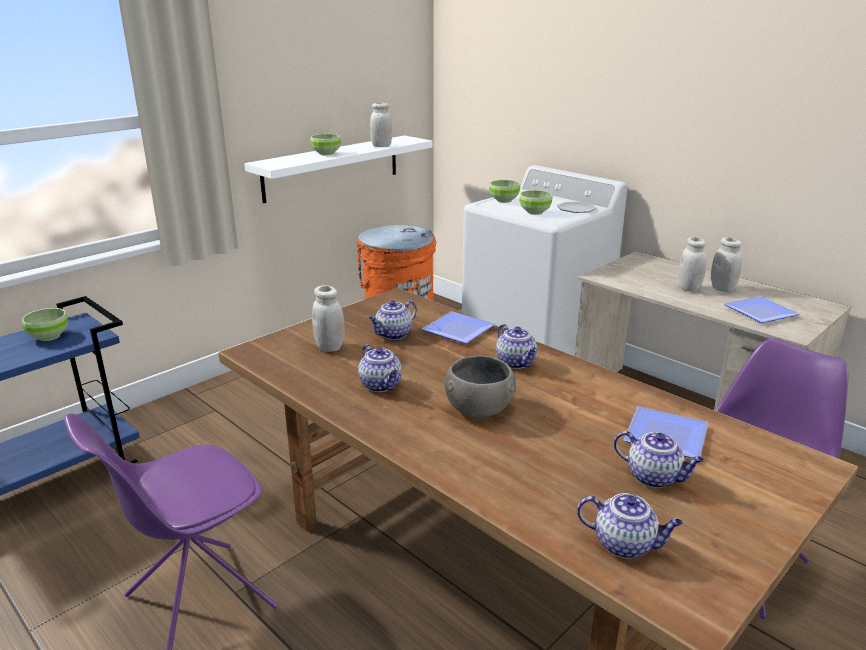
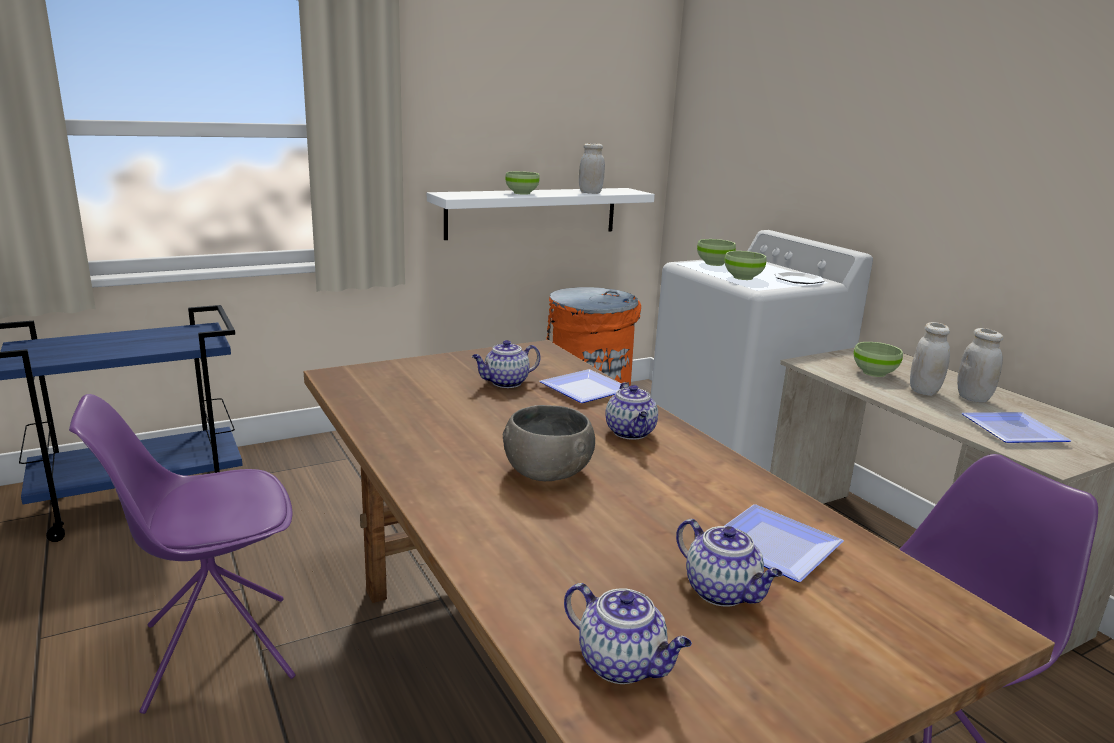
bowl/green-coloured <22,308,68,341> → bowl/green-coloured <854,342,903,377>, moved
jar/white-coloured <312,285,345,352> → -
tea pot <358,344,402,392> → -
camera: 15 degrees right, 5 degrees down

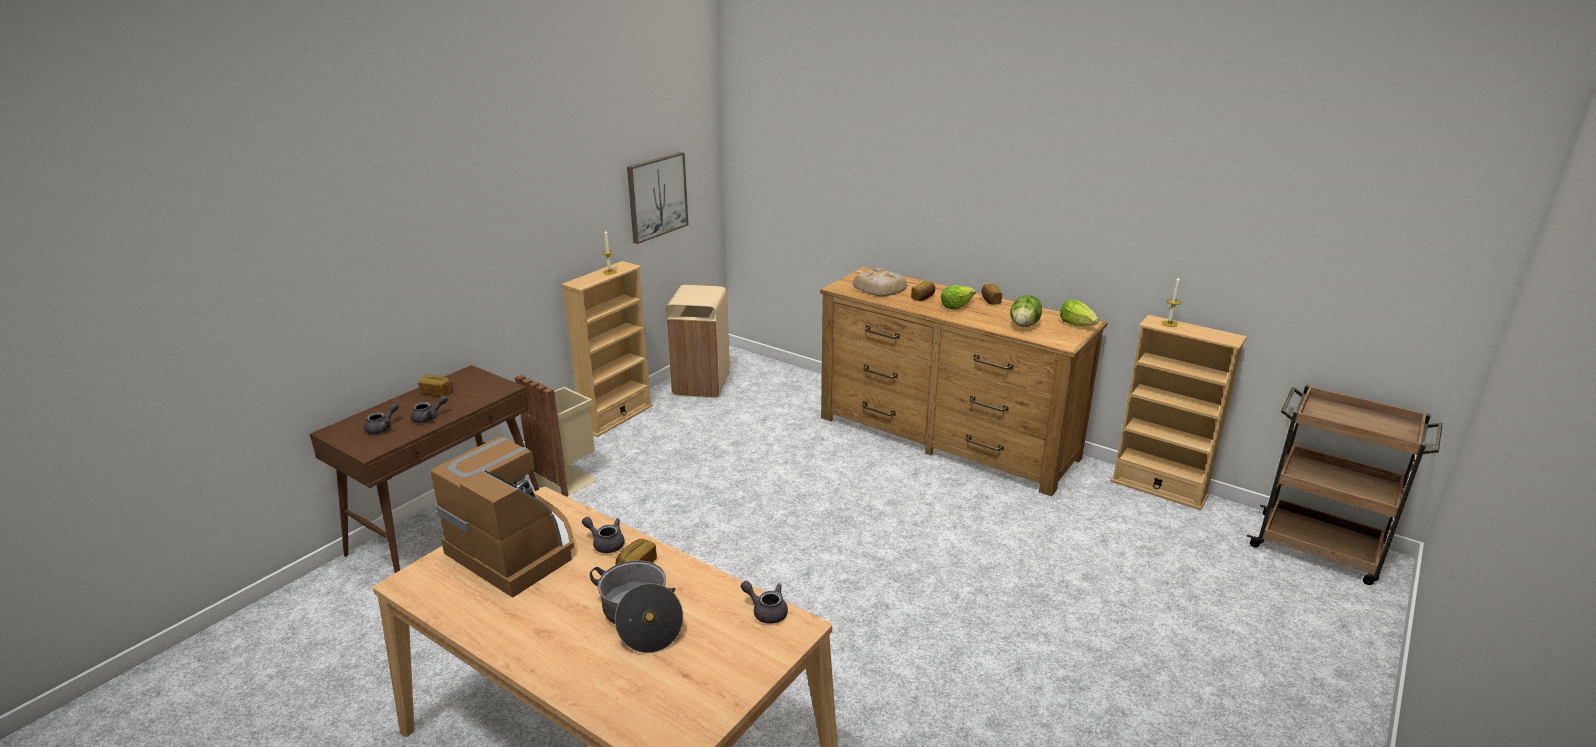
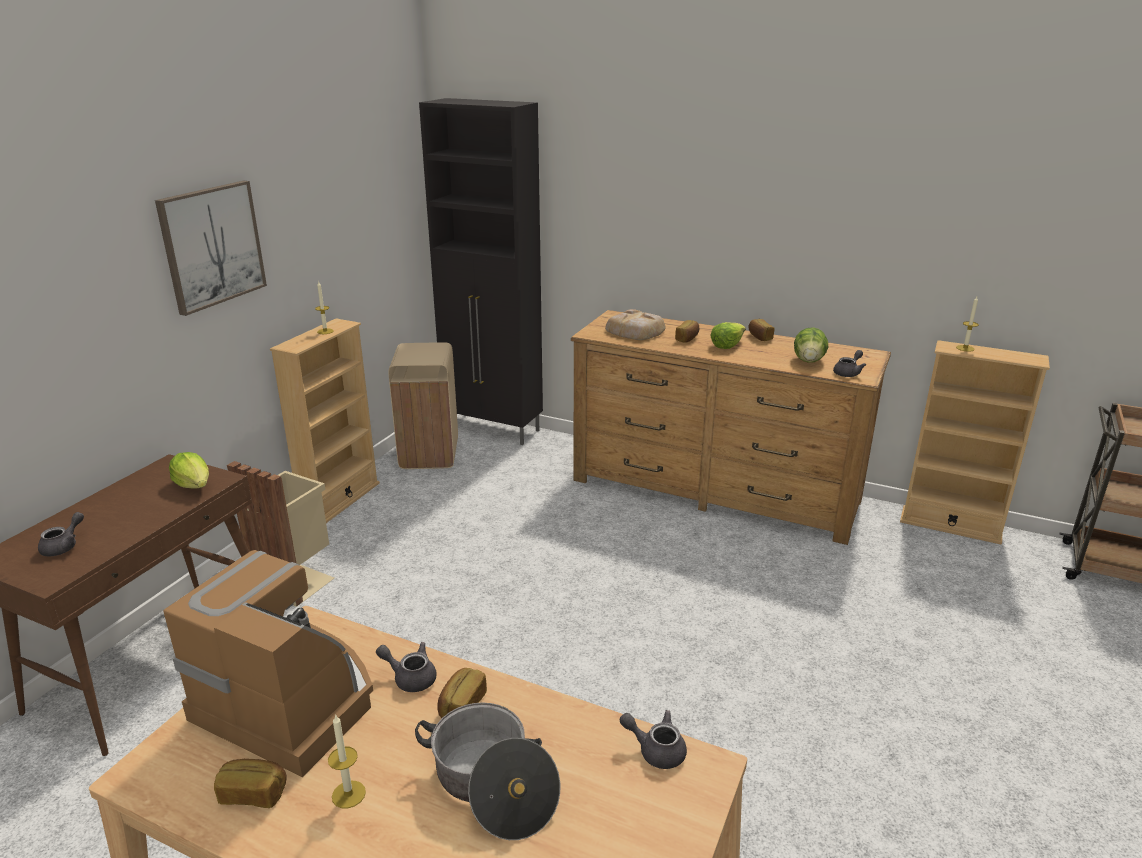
wall art <627,152,689,244> → wall art <155,181,267,316>, moved
lettuce head <1060,300,1099,326> → lettuce head <169,452,209,488>, moved
bread <418,375,453,396> → bread <214,759,287,808>, moved
- → wax candle <328,714,366,809>
- → cupboard/black <419,98,543,445>
tea pot/grey <411,395,448,423> → tea pot/grey <833,350,866,377>, moved
camera: 10 degrees left, 0 degrees up

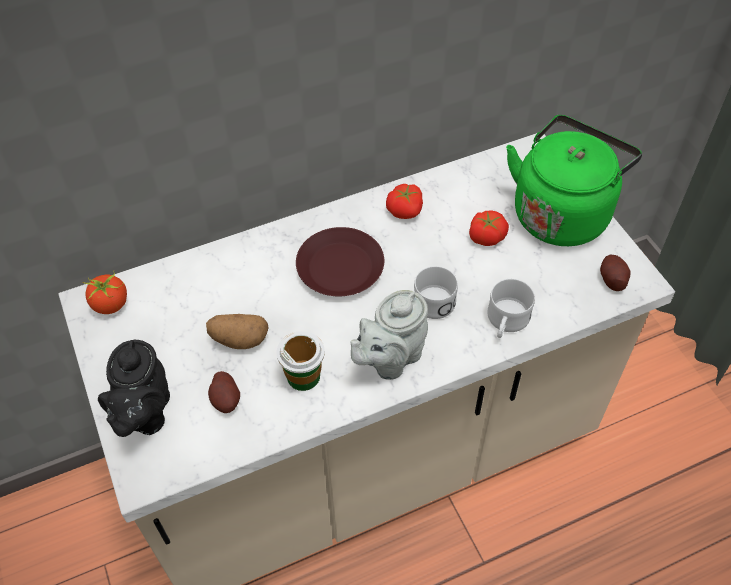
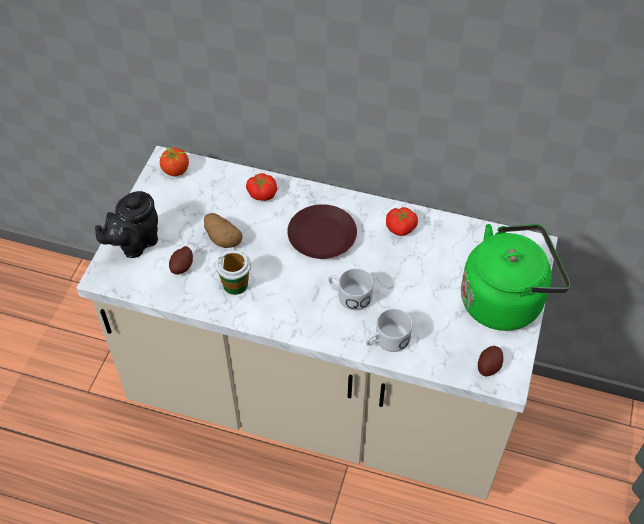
fresh tomato <469,210,509,246> → fresh tomato <246,173,277,201>, moved
tea pot/grey <350,290,428,380> → -
camera: 40 degrees right, 0 degrees up

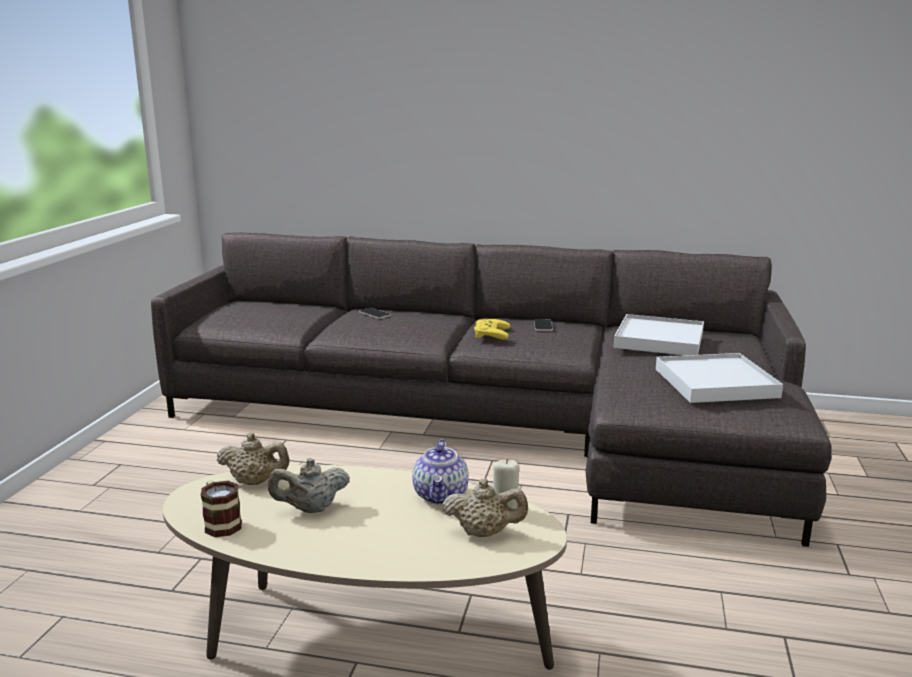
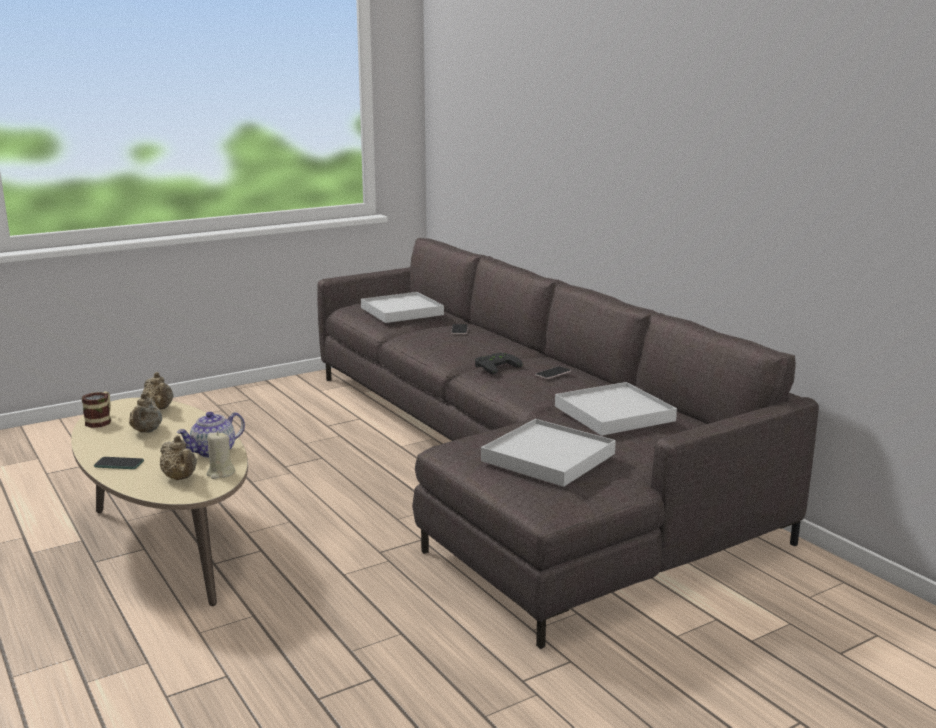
- → handset <94,457,144,469>
tea pot/sand-coloured <268,458,350,513> → tea pot/sand-coloured <129,393,162,433>, 120 degrees counterclockwise
- → tray/white-coloured <361,292,444,323>
game controller/yellow-coloured <474,319,510,340> → game controller/black <475,353,523,374>
camera: 45 degrees right, 0 degrees up

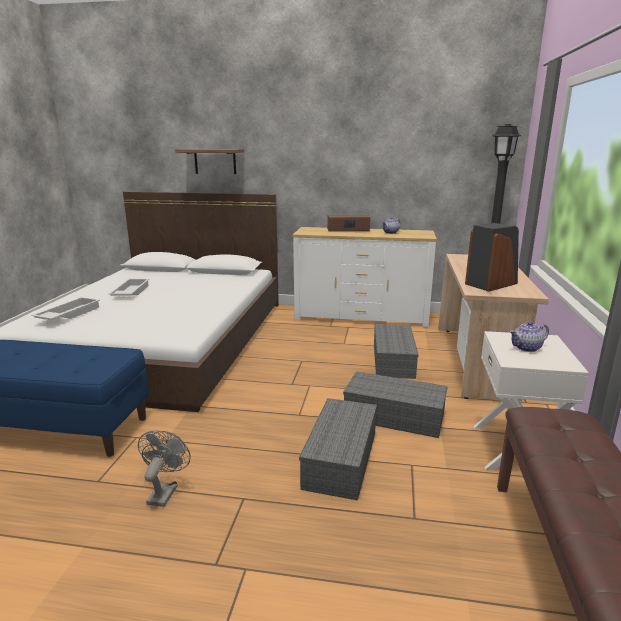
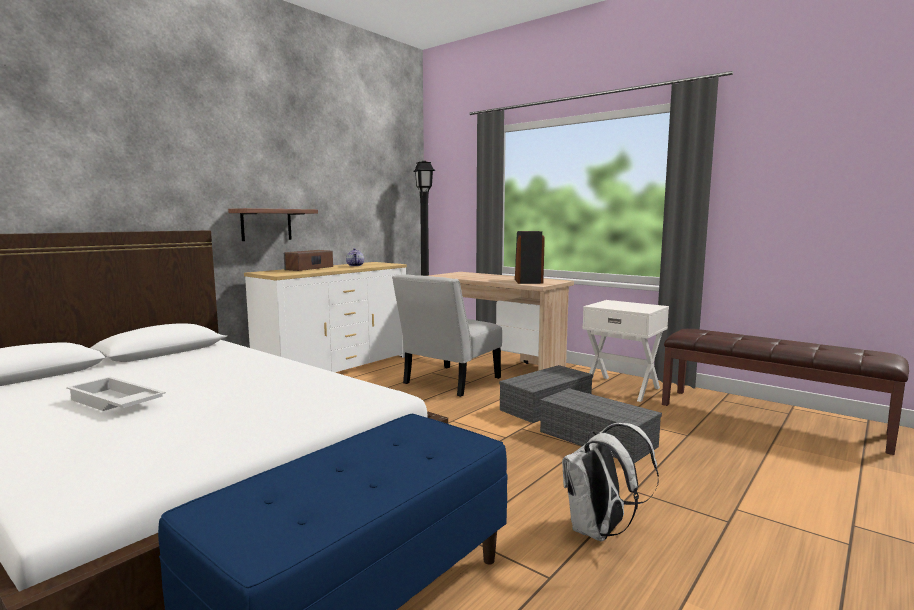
shelf <175,149,244,174> → shelf <228,208,318,241>, moved
storage bin/grey <374,324,419,379> → chair/white-coloured <392,274,502,397>
cooling fan/grey <138,431,191,507> → knapsack/white-coloured <562,423,659,542>
tray/white-coloured <31,297,100,321> → -
tea pot <509,321,549,352> → -
camera: 60 degrees left, 10 degrees down

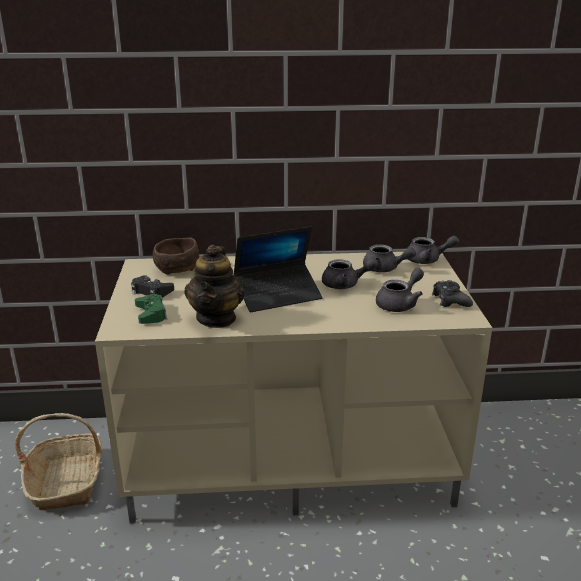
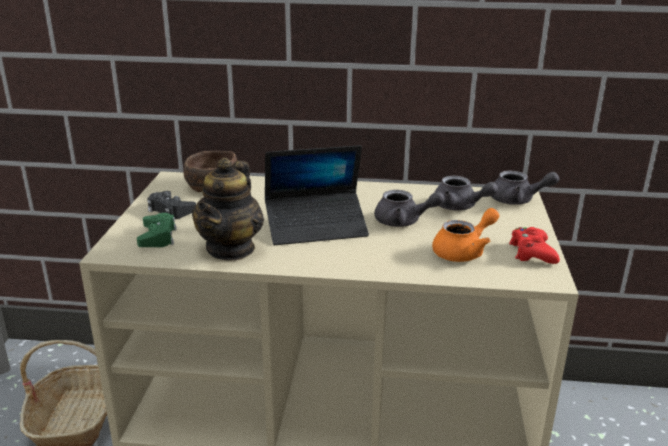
tea pot/grey <376,268,424,312> → tea pot/orangey <432,208,499,262>
game controller/black <432,280,473,307> → game controller/reddish <509,227,560,264>
camera: 10 degrees right, 0 degrees up

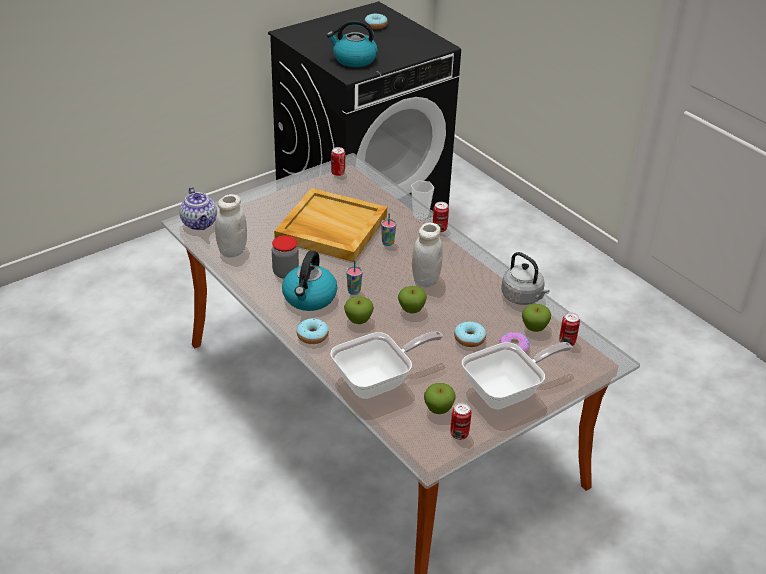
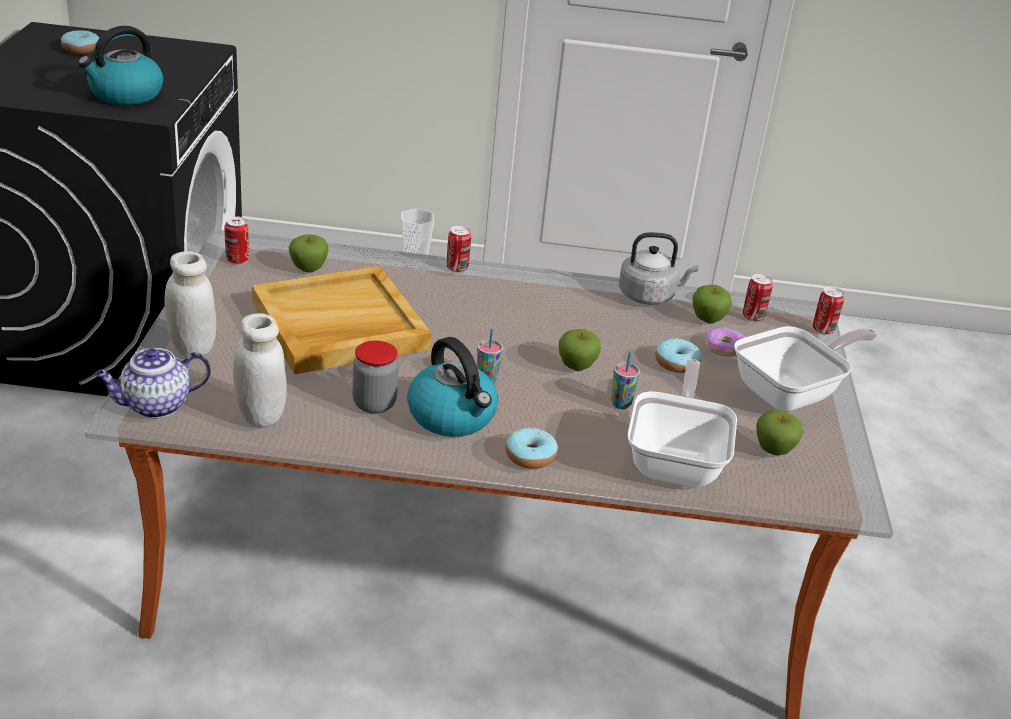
tea pot <179,187,217,230> → tea pot <94,348,211,418>, 135 degrees clockwise
jar/white-coloured <412,223,443,287> → jar/white-coloured <164,251,217,357>, moved
apple fruit <344,296,374,324> → apple fruit <289,235,328,272>, moved
drinking cup <381,213,396,246> → drinking cup <611,352,640,409>, moved
skillet <462,342,572,409> → skillet <734,326,877,412>, 45 degrees clockwise
can <450,403,471,440> → can <813,287,844,334>, moved
camera: 50 degrees left, 5 degrees down

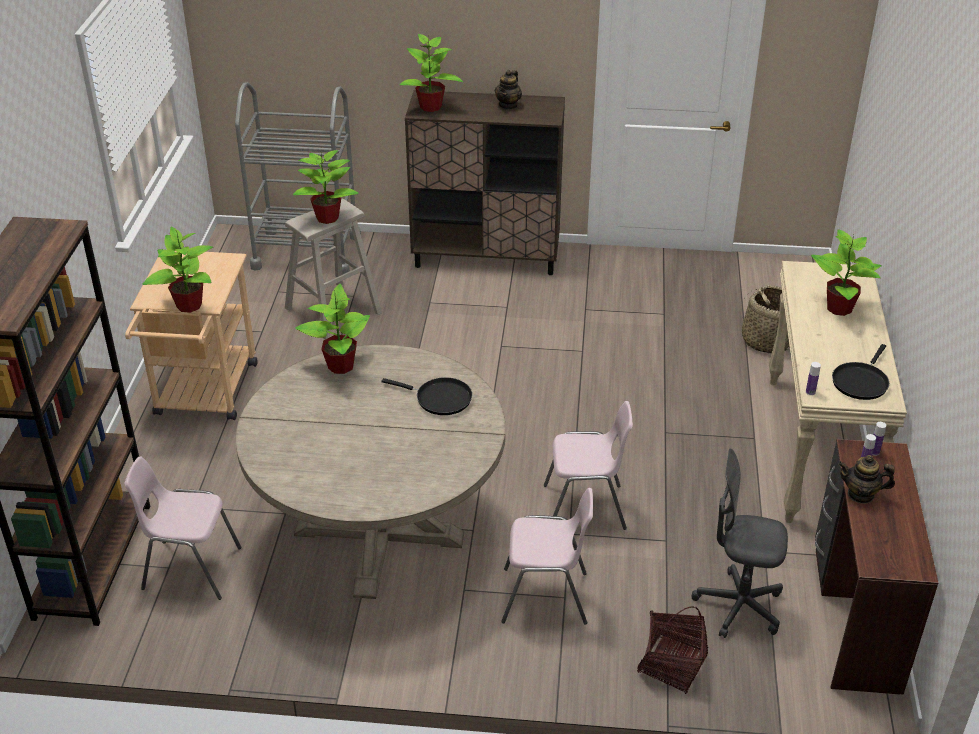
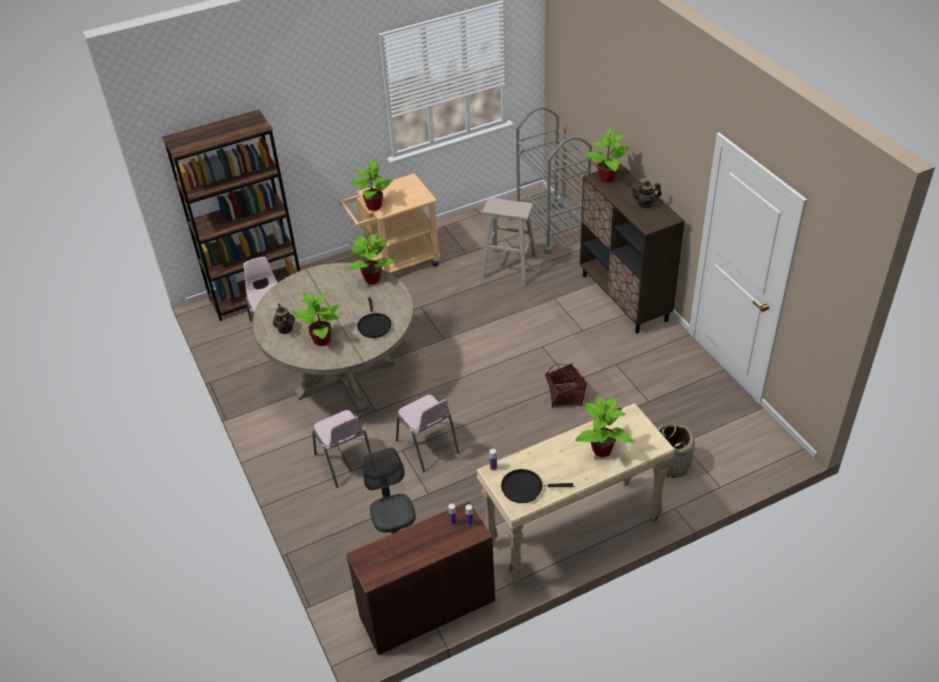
tea pot <838,455,895,504> → tea pot <273,303,295,334>, moved
potted plant <293,148,359,224> → potted plant <293,293,340,346>, moved
basket <637,606,708,694> → basket <545,363,587,408>, moved
camera: 60 degrees right, 5 degrees up

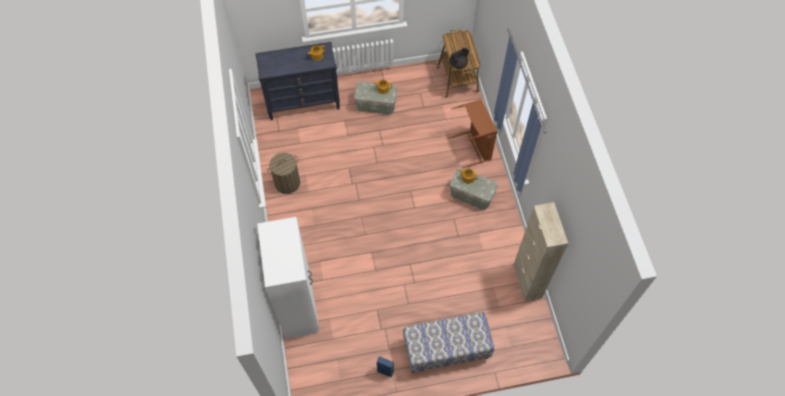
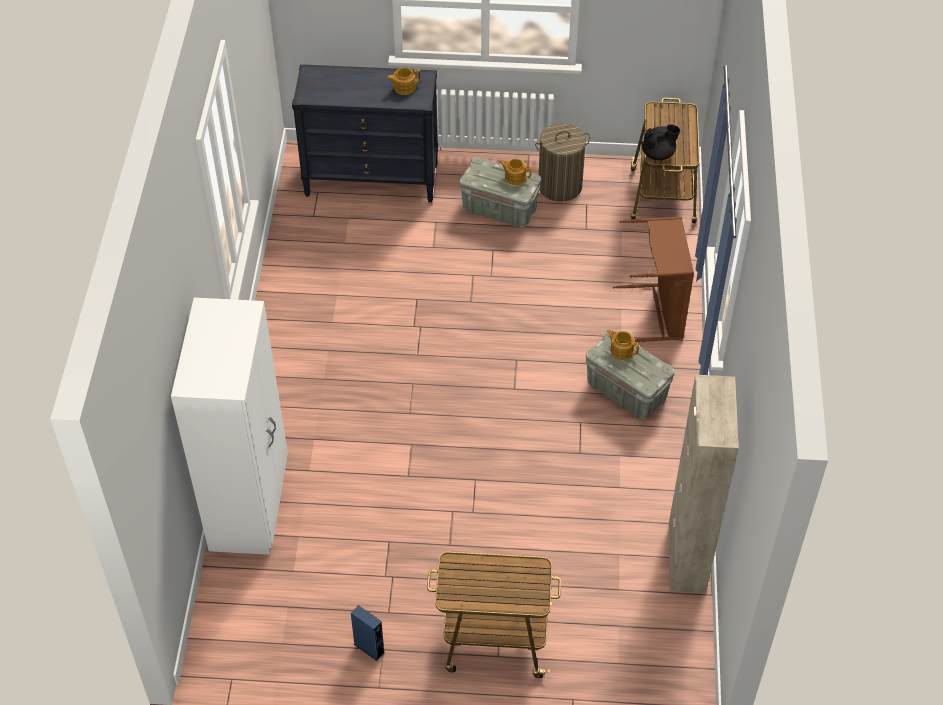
indoor bench <403,312,494,373> → wheeled cart <427,552,561,678>
washing basket <267,152,300,194> → washing basket <535,123,591,202>, moved
camera: 15 degrees right, 10 degrees down

